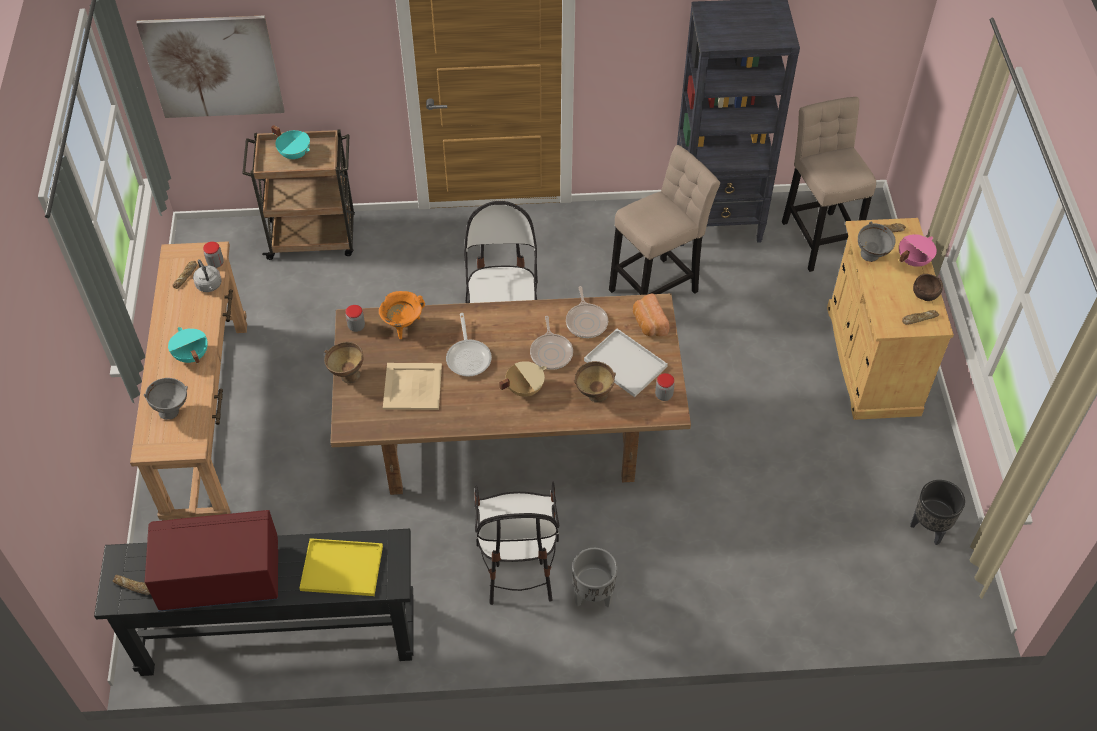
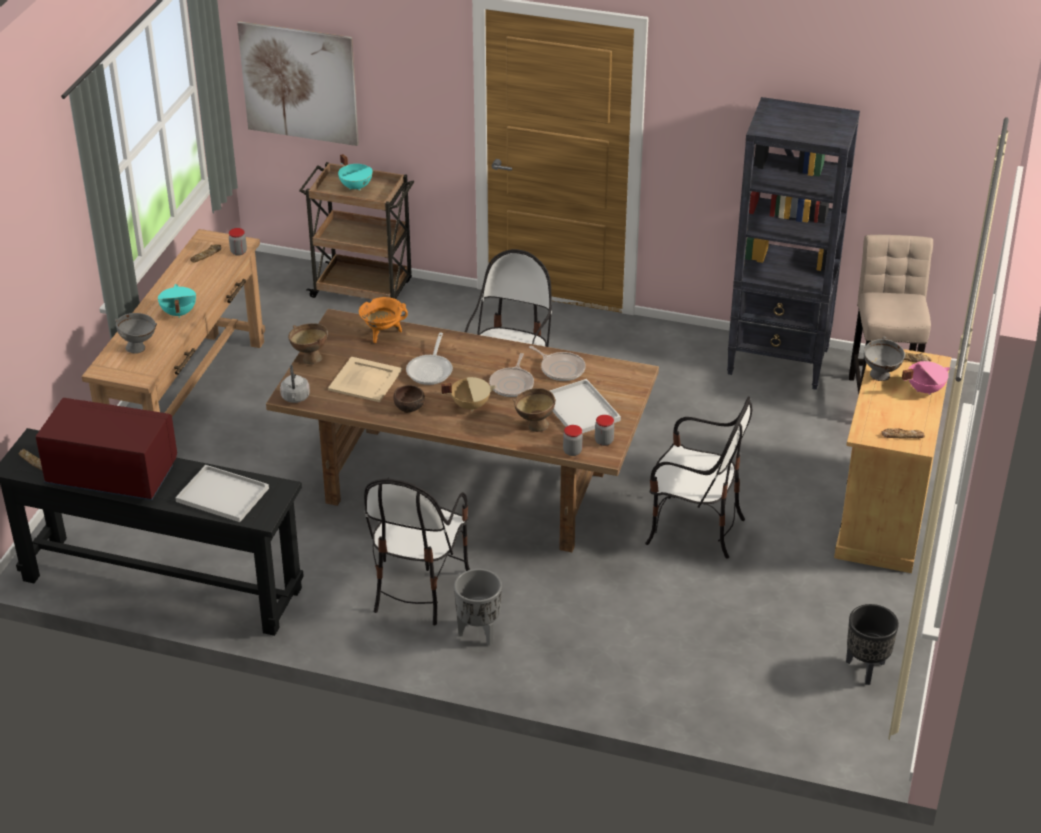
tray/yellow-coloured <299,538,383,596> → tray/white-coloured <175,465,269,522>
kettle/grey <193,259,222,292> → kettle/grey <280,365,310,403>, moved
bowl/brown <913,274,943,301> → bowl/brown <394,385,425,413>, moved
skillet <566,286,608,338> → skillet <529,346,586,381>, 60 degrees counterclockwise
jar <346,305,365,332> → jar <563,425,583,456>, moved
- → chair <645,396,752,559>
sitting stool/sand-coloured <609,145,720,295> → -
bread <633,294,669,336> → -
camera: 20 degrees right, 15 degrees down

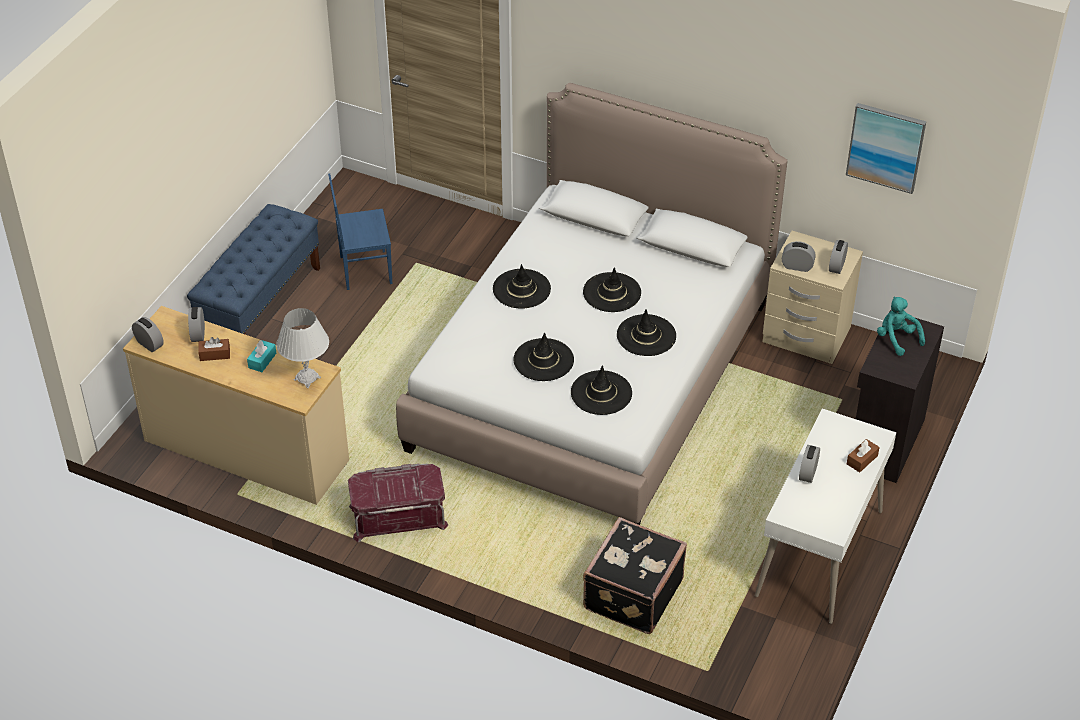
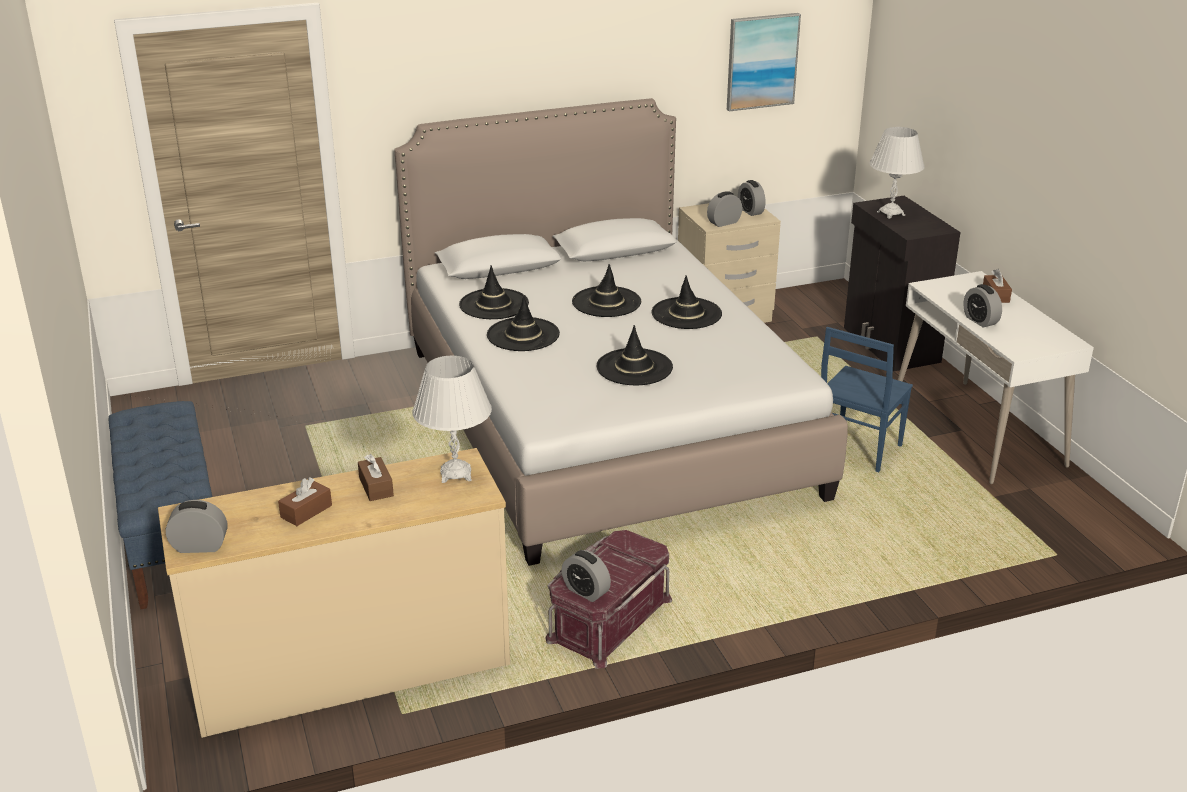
box of tissues/blue-green <247,340,276,372> → box of tissues/brown <358,454,394,501>
clothing hat/black <571,365,632,415> → clothing hat/black <459,265,529,319>, moved
table clock <188,307,205,342> → table clock <562,550,611,602>, moved
chair/blue <328,173,392,290> → chair/blue <821,327,913,472>, moved
plush toy/blue-green <877,297,925,356> → lamp for a table/white-coloured <869,127,925,219>
piece of luggage/black <583,517,687,634> → -
camera: 45 degrees left, 15 degrees down

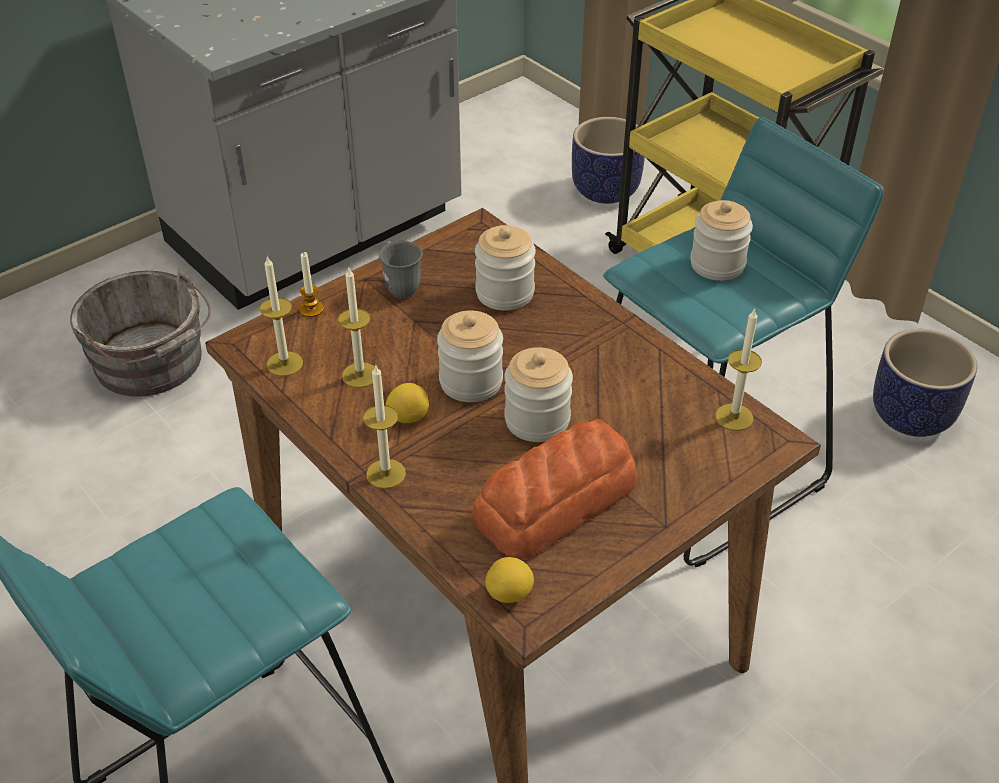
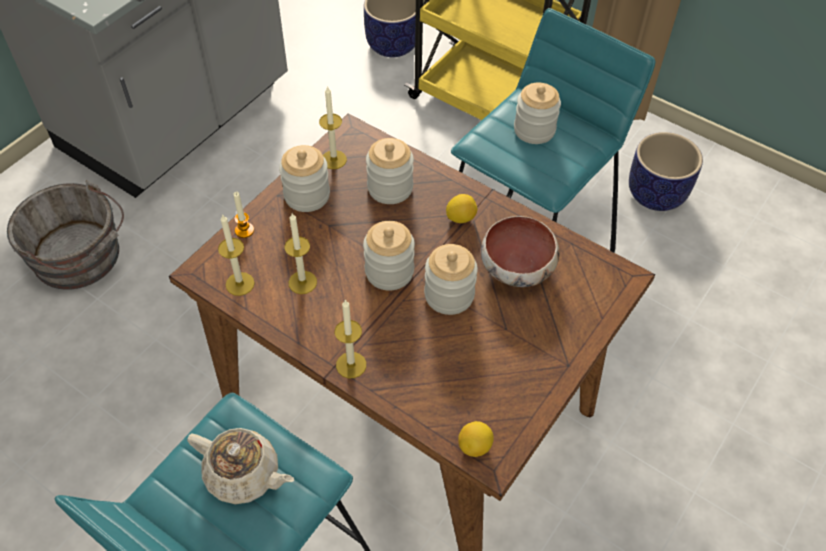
- → tea pot/sand-coloured <187,428,294,504>
mug/grey <379,241,422,298> → jar <279,145,330,212>
wax candle <716,308,762,431> → wax candle <319,86,347,169>, moved
citrus fruit <386,383,429,423> → citrus fruit <446,194,477,223>, moved
- → bowl <481,216,560,287>
bread <472,419,638,559> → -
camera: 15 degrees left, 10 degrees up

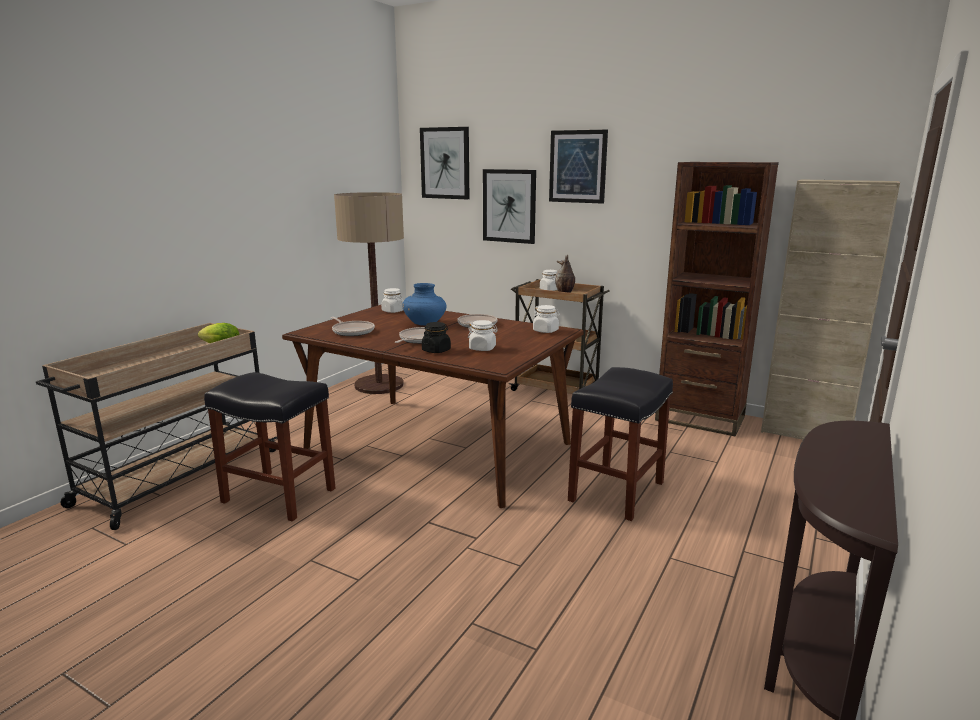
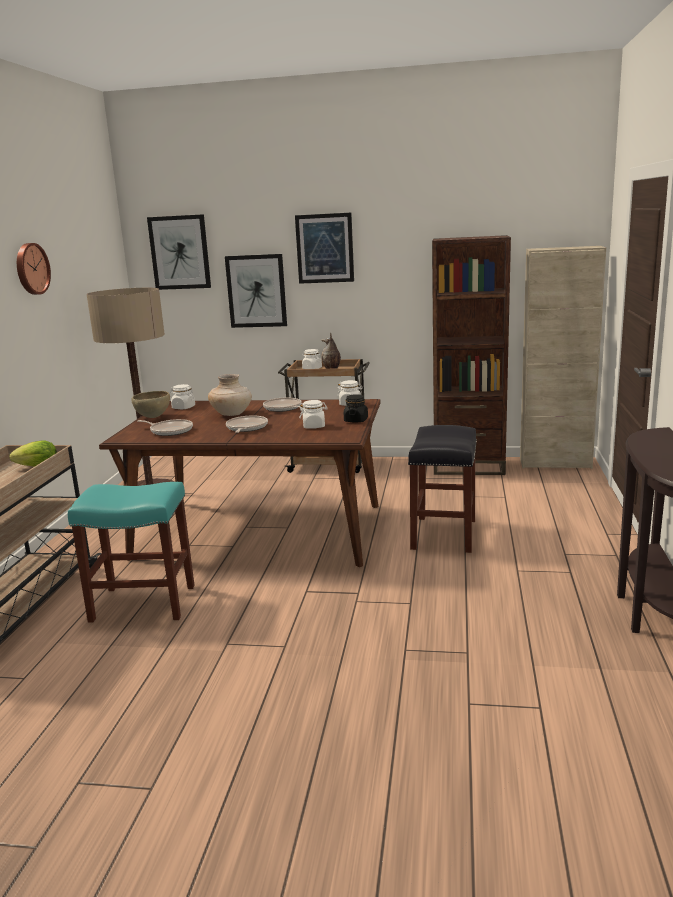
- → hanging clock <17,243,51,295>
sitting stool/black <204,372,335,522> → sitting stool/blue-green <68,482,195,623>
- → bowl/brown <131,391,170,418>
flower vase/blue <402,283,446,326> → flower vase/sand-coloured <208,374,252,416>
jar/black <422,322,451,353> → jar/black <344,394,368,423>, moved
camera: 20 degrees left, 0 degrees up

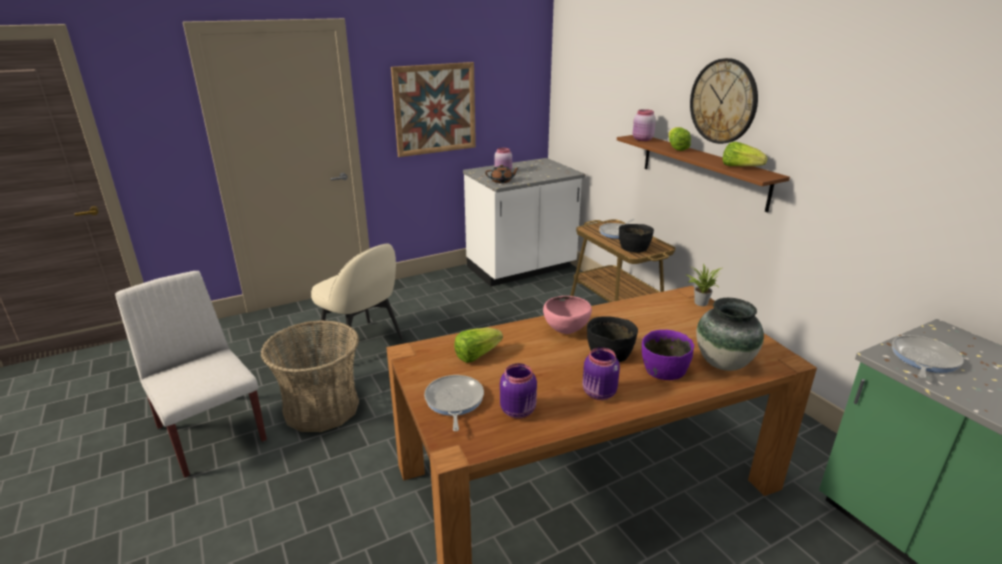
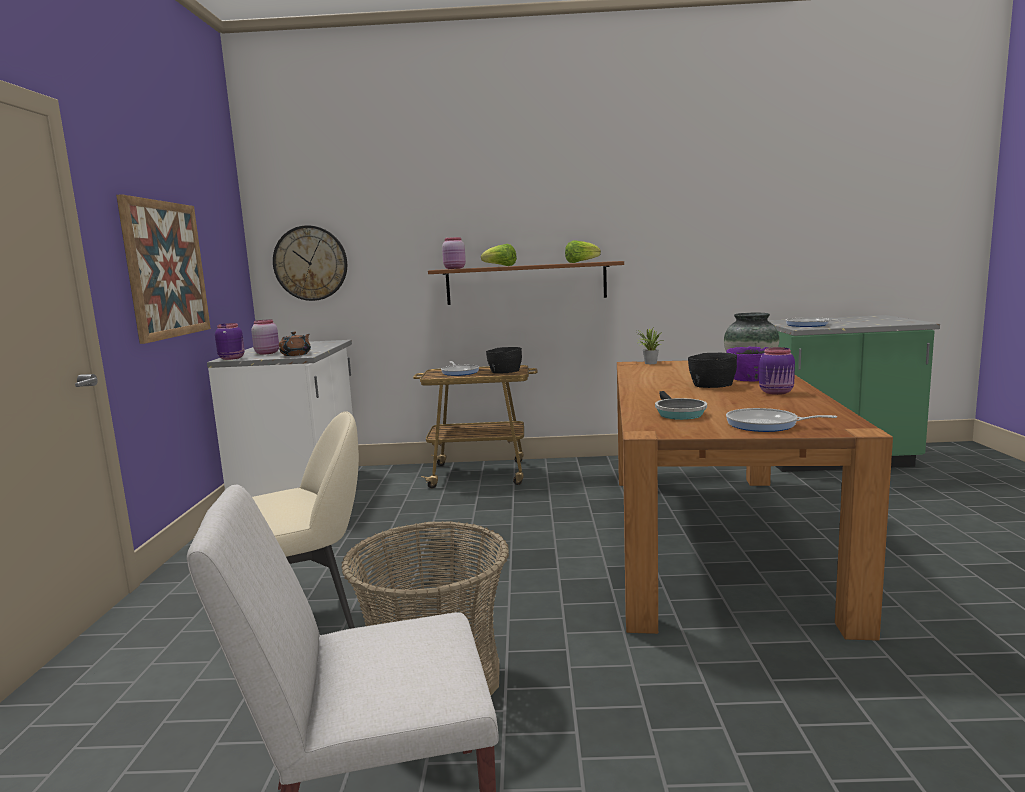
jar/purple-coloured <500,363,537,419> → jar/purple-coloured <215,323,245,360>, moved
hanging clock <690,58,758,144> → hanging clock <273,225,347,301>, moved
lettuce head <454,328,503,363> → skillet <655,391,707,420>
bowl/pinkish <543,296,592,334> → -
camera: 60 degrees left, 15 degrees down

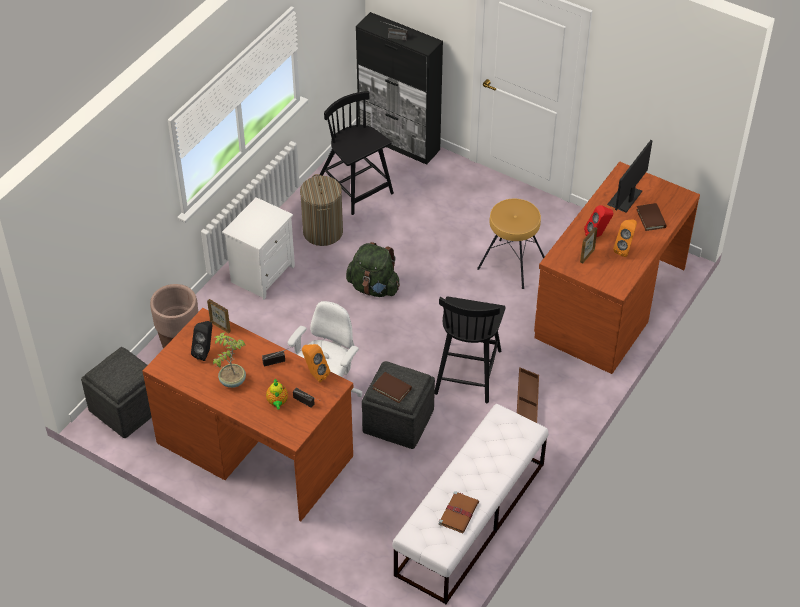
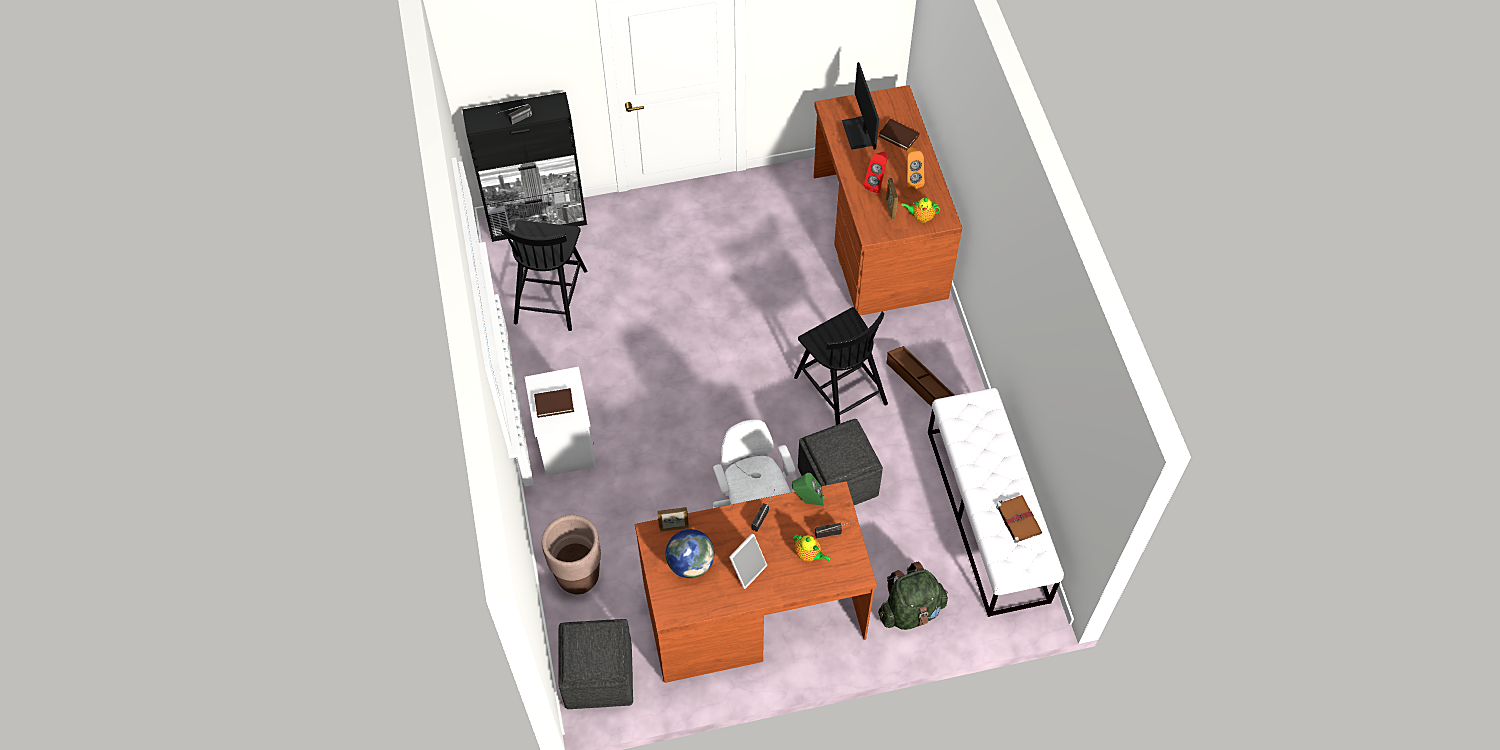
chair/black <320,91,394,215> → chair/black <500,220,587,331>, 90 degrees counterclockwise
bound book/brown <372,372,412,403> → bound book/brown <534,388,574,418>, moved
loudspeaker/black <191,321,212,361> → globe <666,529,714,578>
potted plant <213,332,246,388> → standing frame <729,533,767,589>
loudspeaker/orangey <302,344,330,383> → loudspeaker/green-coloured <792,473,824,506>
knapsack/green-coloured <346,242,400,297> → knapsack/green-coloured <878,562,948,630>, moved
- → tea pot <901,197,940,222>
washing basket <300,174,343,246> → -
sitting stool/brown <477,199,545,289> → -
camera: 45 degrees left, 10 degrees up

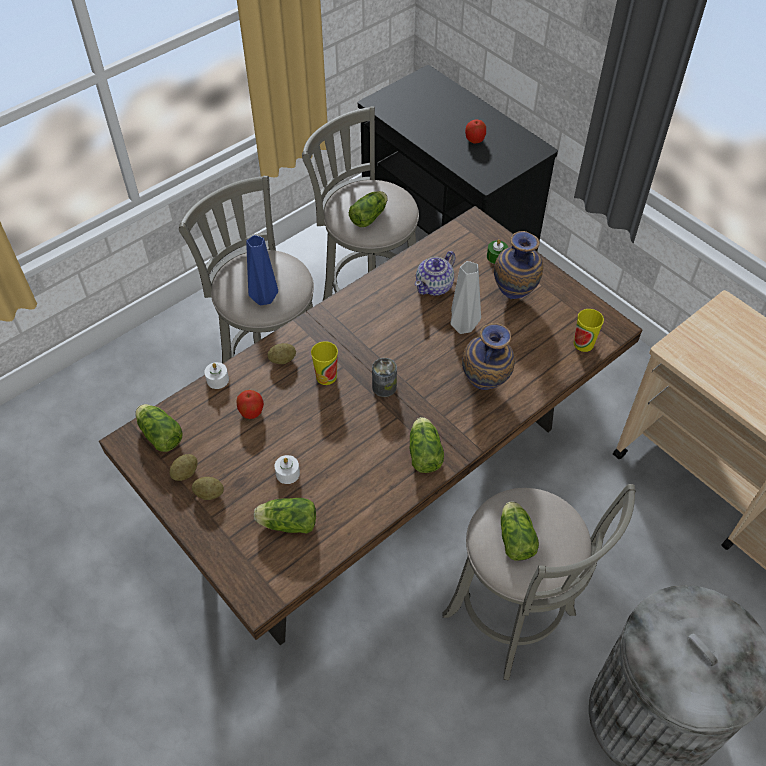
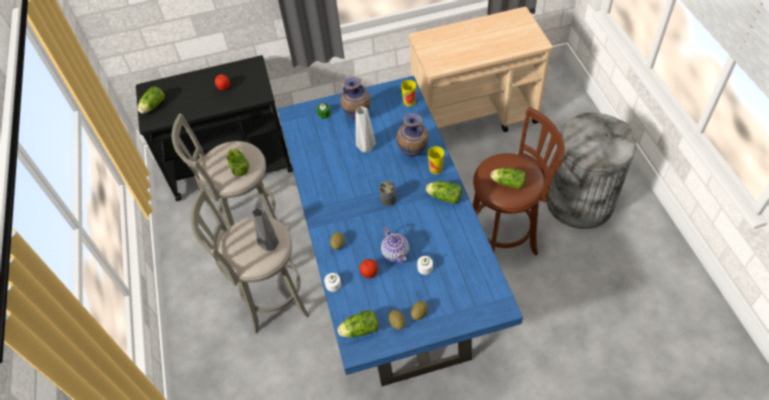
lettuce head <254,498,316,534> → lettuce head <138,86,165,114>, moved
flower vase/blue <246,235,278,305> → flower vase/grey <252,207,279,251>
dining table/brown <99,206,643,645> → dining table/blue <277,76,523,386>
tea pot <415,251,455,296> → tea pot <381,227,410,264>, moved
drinking cup <311,341,338,385> → drinking cup <428,146,444,174>, moved
sitting stool/grey <443,484,636,680> → sitting stool/brown <473,106,565,255>
camera: 60 degrees left, 0 degrees up

